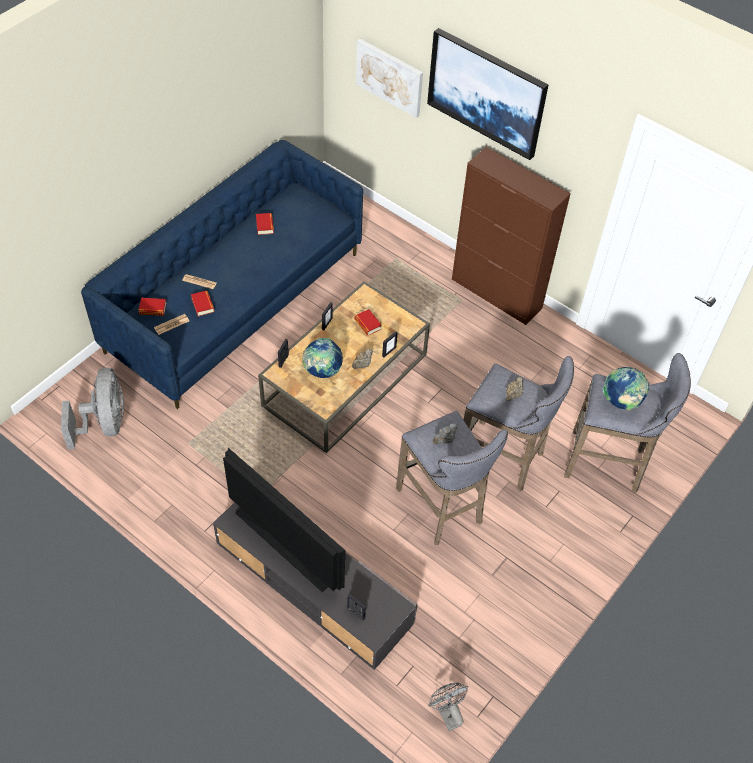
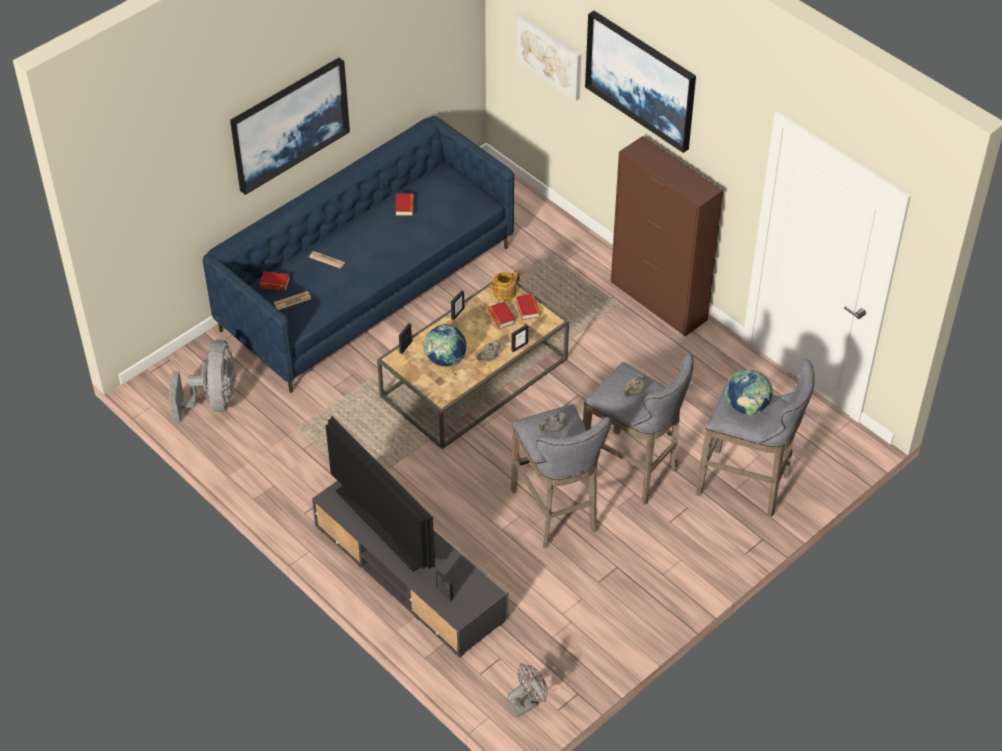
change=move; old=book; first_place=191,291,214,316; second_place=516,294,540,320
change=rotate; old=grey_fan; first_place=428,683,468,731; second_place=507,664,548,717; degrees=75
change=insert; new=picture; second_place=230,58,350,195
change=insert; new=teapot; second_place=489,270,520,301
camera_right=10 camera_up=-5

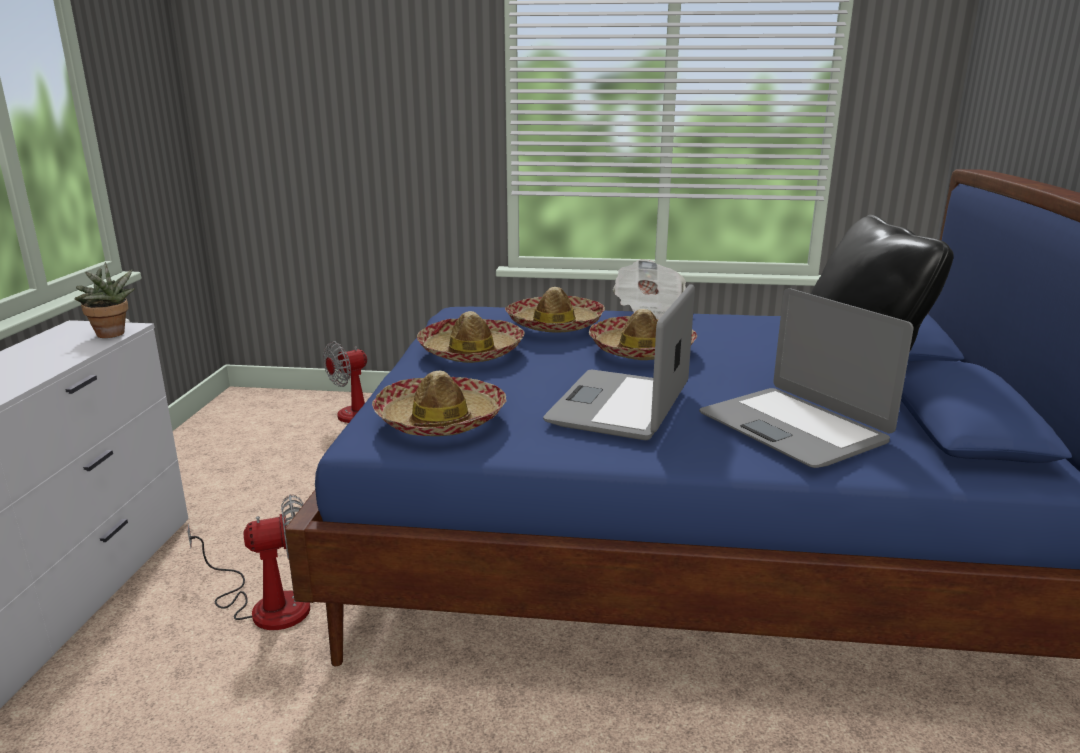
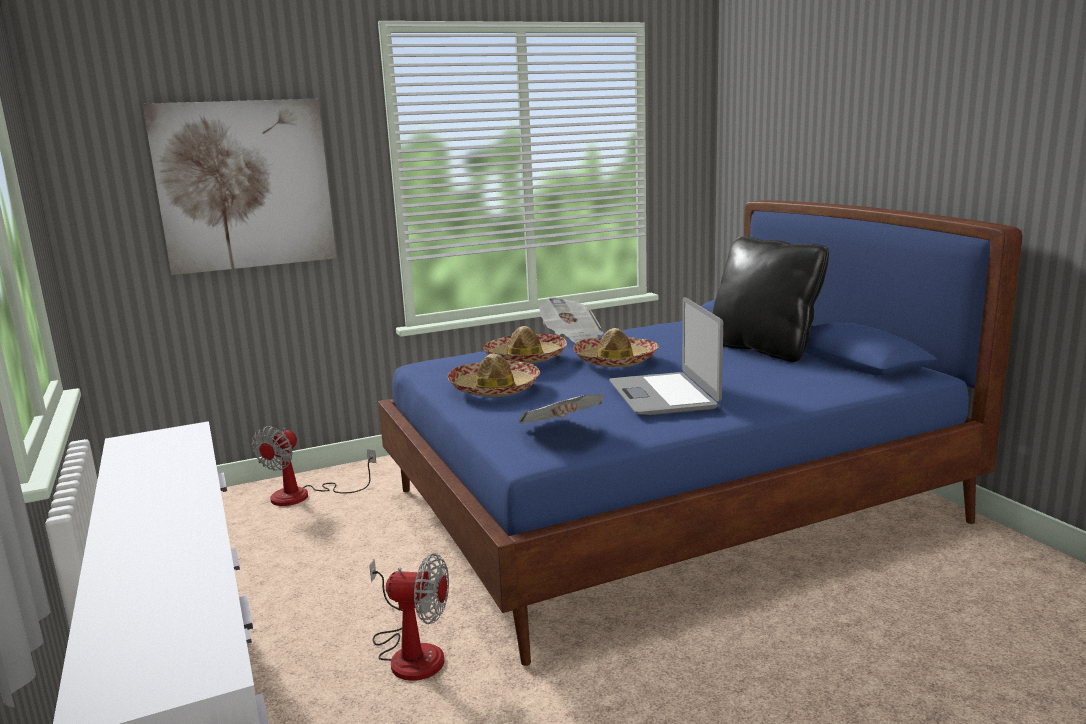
change=delete; old=potted_plant; first_place=74,262,135,338
change=delete; old=laptop; first_place=699,288,914,468
change=replace; old=hat; new=newspaper; first_place=372,371,507,436; second_place=518,394,605,424
change=rotate; old=fan; first_place=187,494,310,630; second_place=369,553,449,681; degrees=60
change=insert; new=picture; second_place=142,99,336,275
camera_right=-30 camera_up=-5

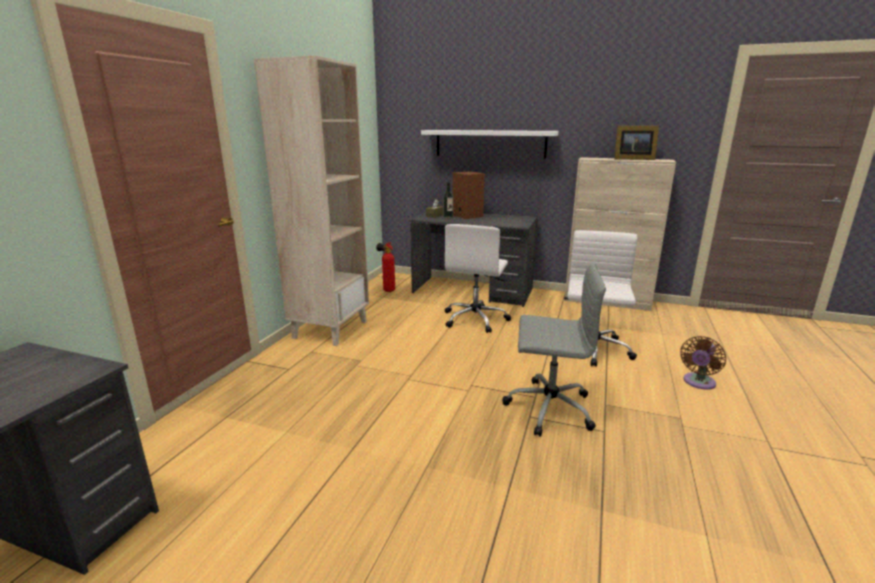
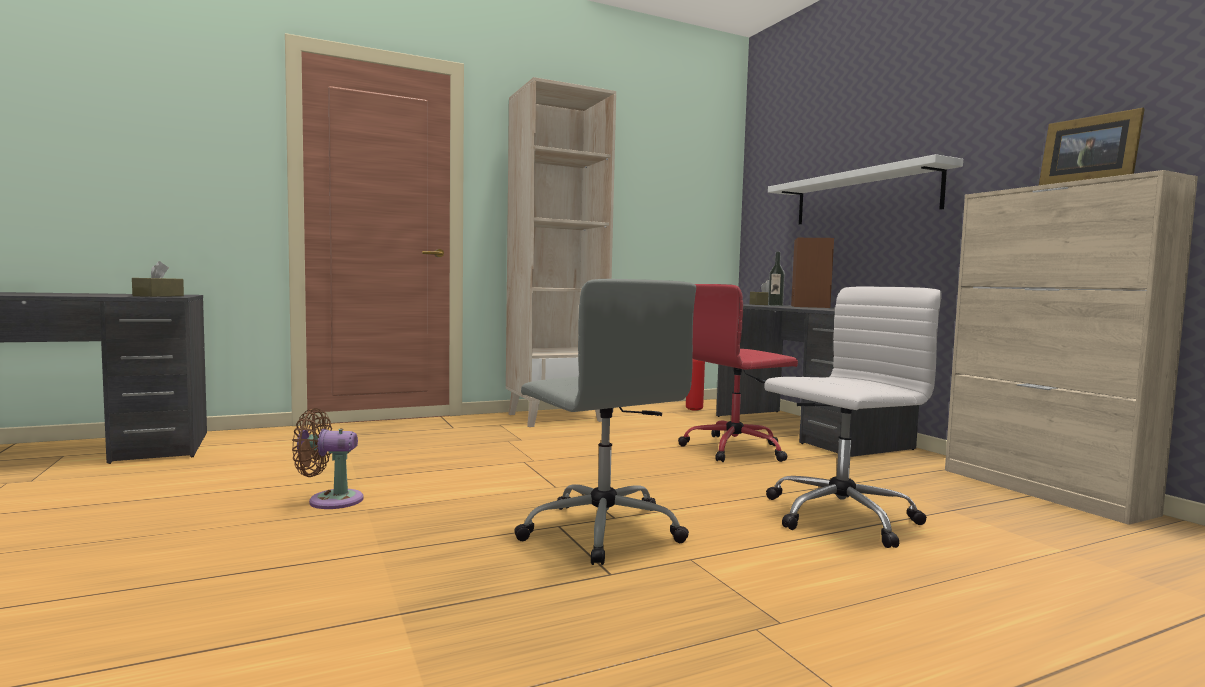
change=recolor; old=white_office_chair; new=red_office_chair; first_place=445,224,511,333; second_place=678,284,798,462
change=move; old=brown_fan; first_place=680,336,726,390; second_place=292,408,363,509
change=insert; new=brown_tissue_box; second_place=132,261,184,297
camera_right=45 camera_up=-15

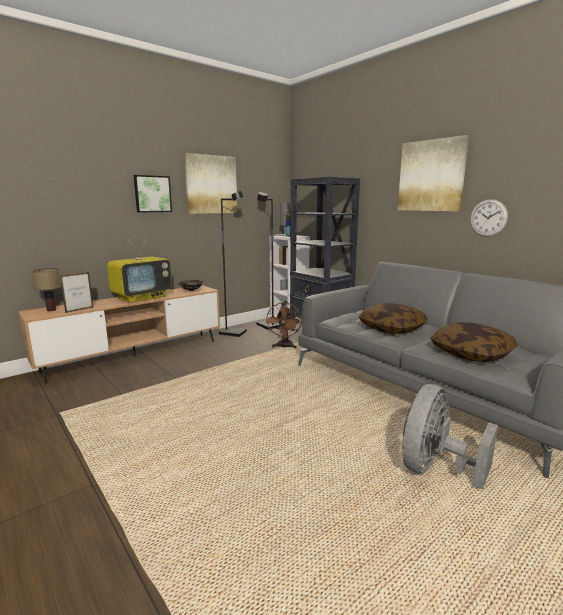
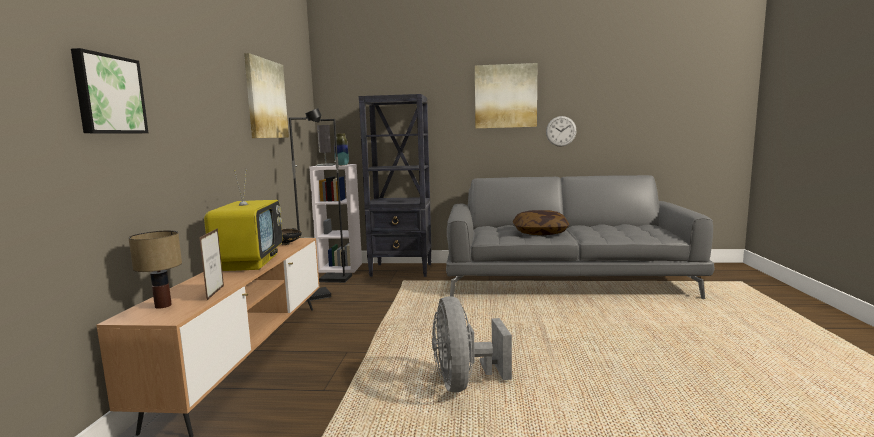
change=move; old=picture; first_place=134,175,172,213; second_place=71,48,148,133
change=delete; old=brown_fan; first_place=265,302,302,348
change=delete; old=pillow; first_place=430,322,518,362
change=move; old=grey_fan; first_place=402,384,498,489; second_place=432,296,512,392
camera_right=-45 camera_up=-5

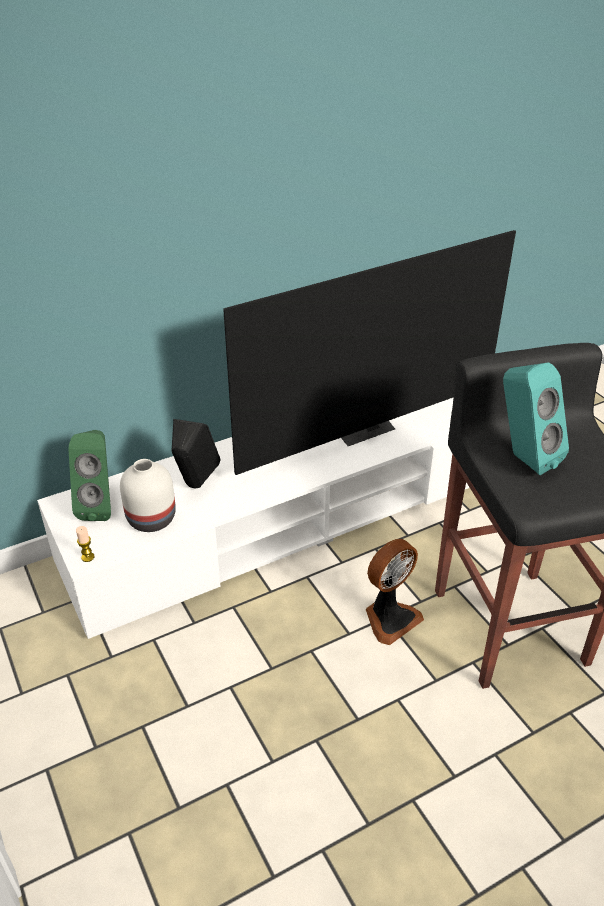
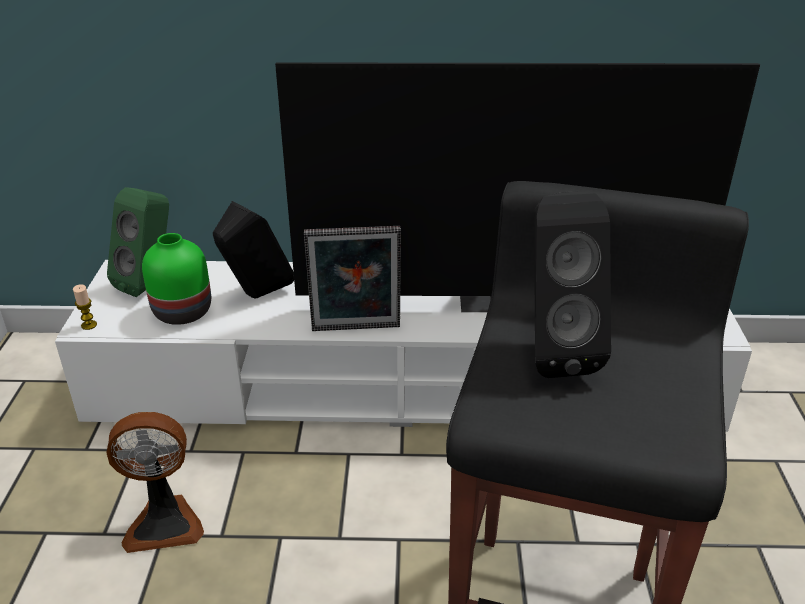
change=recolor; old=turquoise_speaker; new=black_speaker; first_place=503,362,569,475; second_place=534,192,611,378
change=recolor; old=white_vase; new=green_vase; first_place=120,459,176,532; second_place=142,233,211,325
change=move; old=fan; first_place=366,539,424,645; second_place=106,412,204,553
change=insert; new=picture_frame; second_place=304,226,401,331
camera_right=30 camera_up=-5

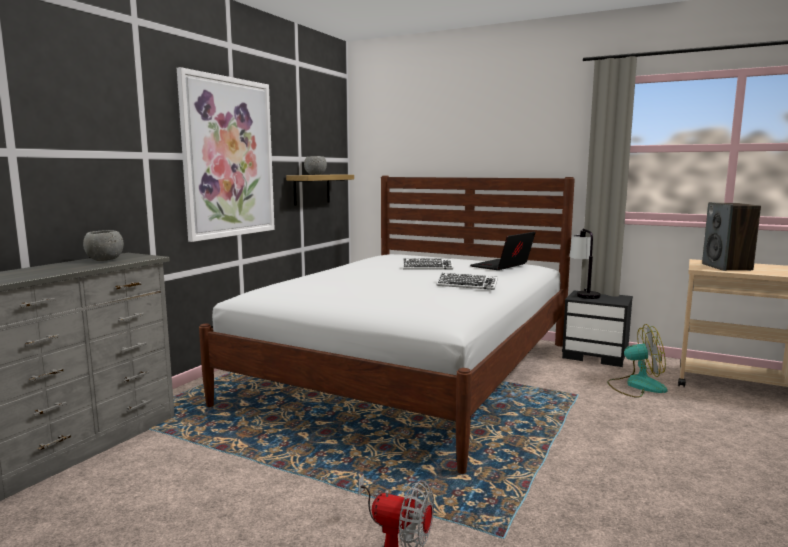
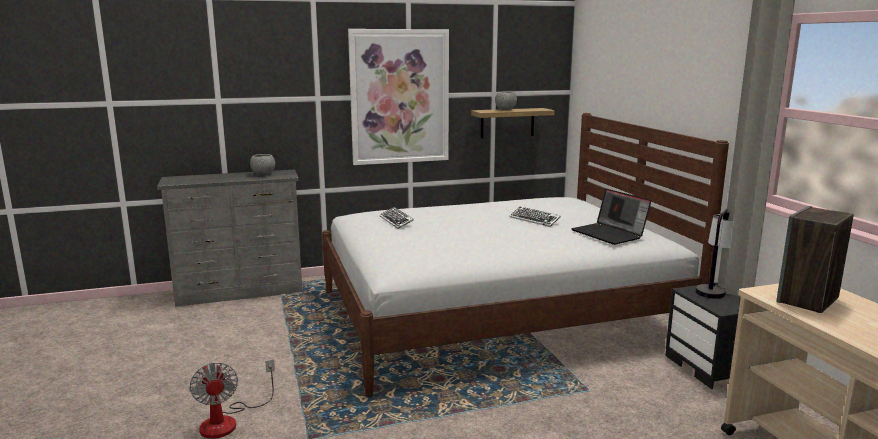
change=rotate; old=laptop; first_place=470,231,536,270; second_place=571,189,651,245; degrees=-120
change=move; old=keyboard; first_place=437,273,498,290; second_place=380,207,414,229
change=delete; old=fan; first_place=607,324,668,398
camera_right=45 camera_up=5

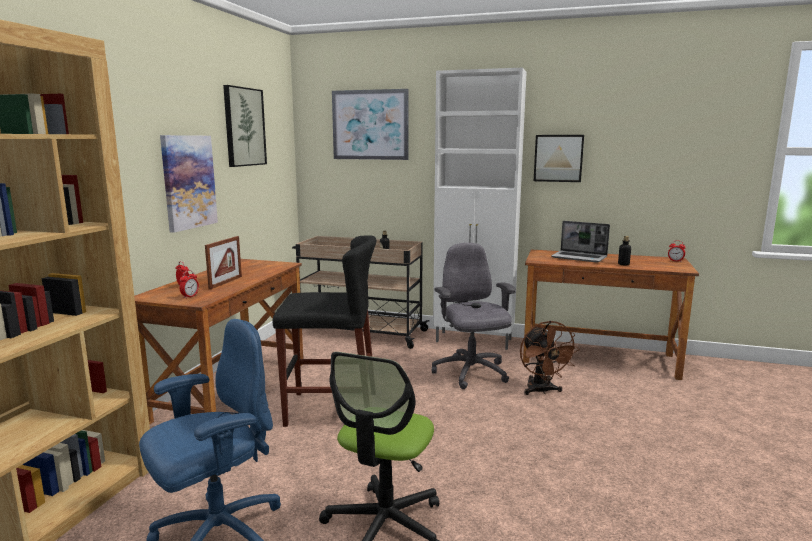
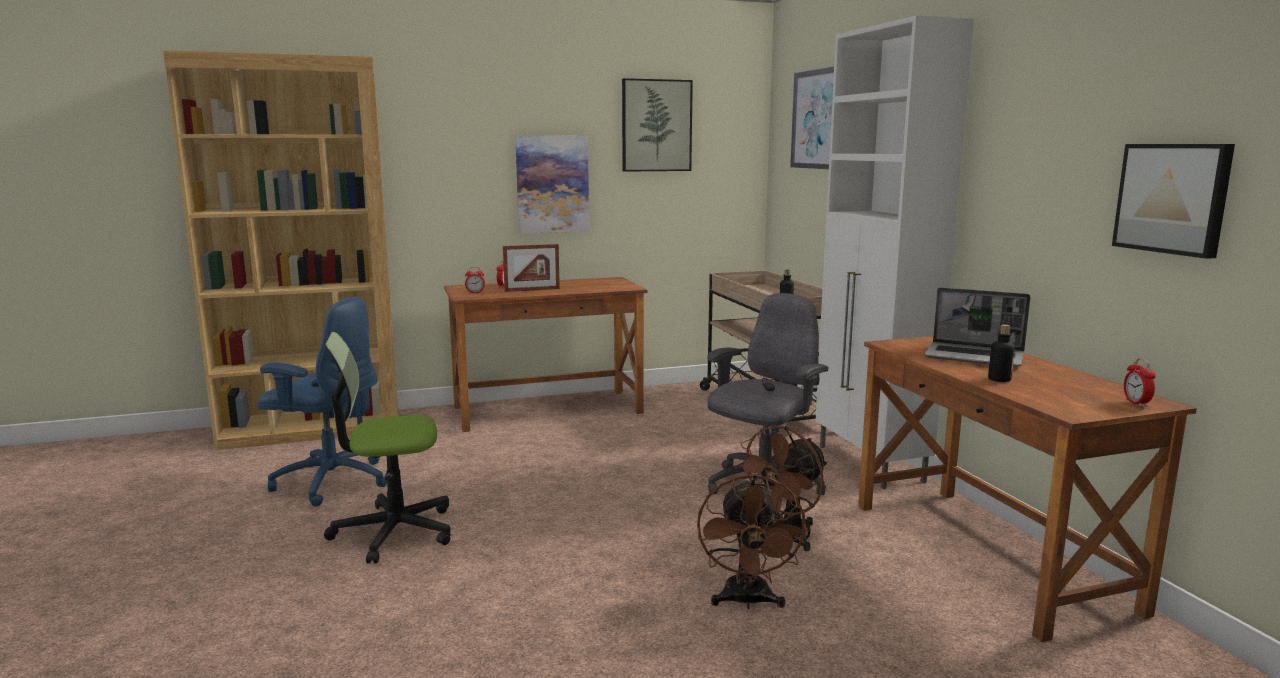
change=move; old=picture; first_place=534,135,584,182; second_place=1112,144,1235,259
change=rotate; old=laptop; first_place=551,221,610,263; second_place=925,287,1031,367; degrees=-60
change=delete; old=black_stool; first_place=273,235,376,427
change=insert; new=brown_fan; second_place=697,474,808,609
camera_right=55 camera_up=0

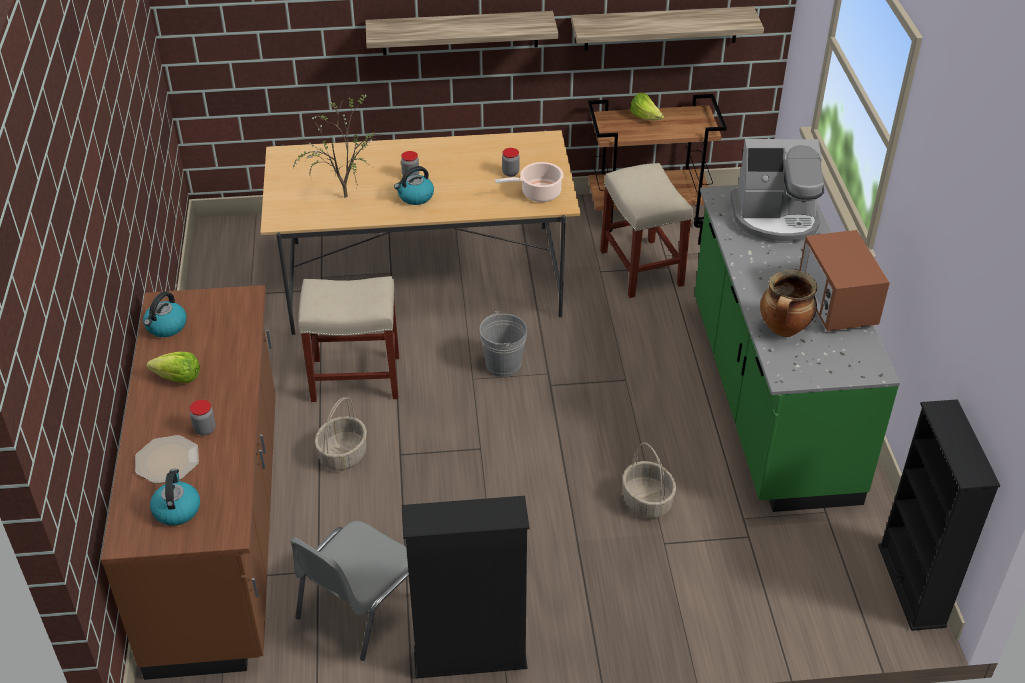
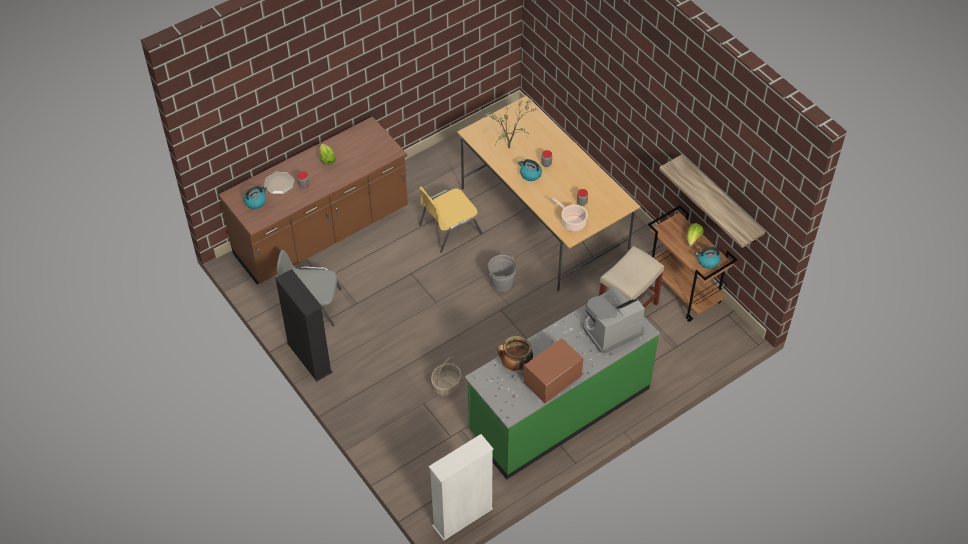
change=delete; old=shelf; first_place=365,11,558,55
change=rotate; old=coffee_machine; first_place=730,139,824,243; second_place=583,296,645,353; degrees=90
change=replace; old=beige_stool; new=yellow_chair; first_place=298,276,399,402; second_place=419,187,482,253
change=move; old=kettle; first_place=143,291,187,337; second_place=695,247,721,269
change=delete; old=basket; first_place=315,397,367,471
change=recolor; old=black_bookcase; new=white_bookcase; first_place=878,399,1000,631; second_place=429,434,493,541
camera_right=60 camera_up=10

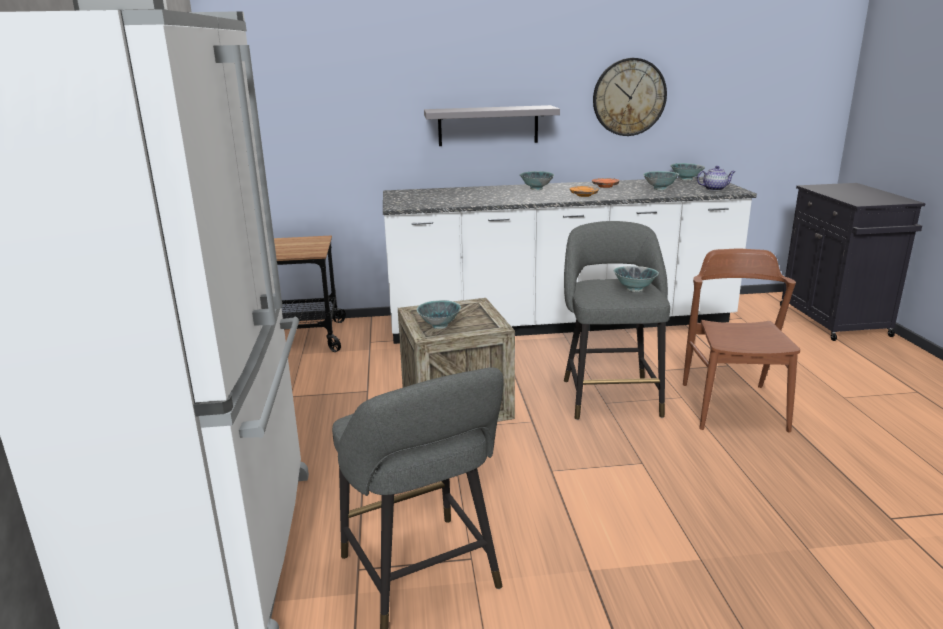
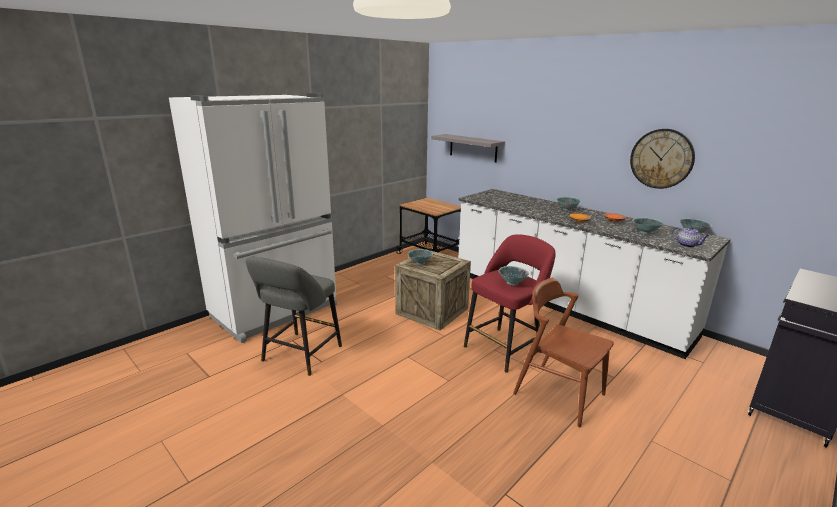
change=move; old=grey_shelf; first_place=424,105,560,146; second_place=431,134,505,163
change=recolor; old=grey_stool; new=red_stool; first_place=564,221,670,420; second_place=464,234,556,373
change=rotate; old=brown_chair; first_place=683,249,800,433; second_place=513,278,614,427; degrees=-105
camera_right=50 camera_up=0

